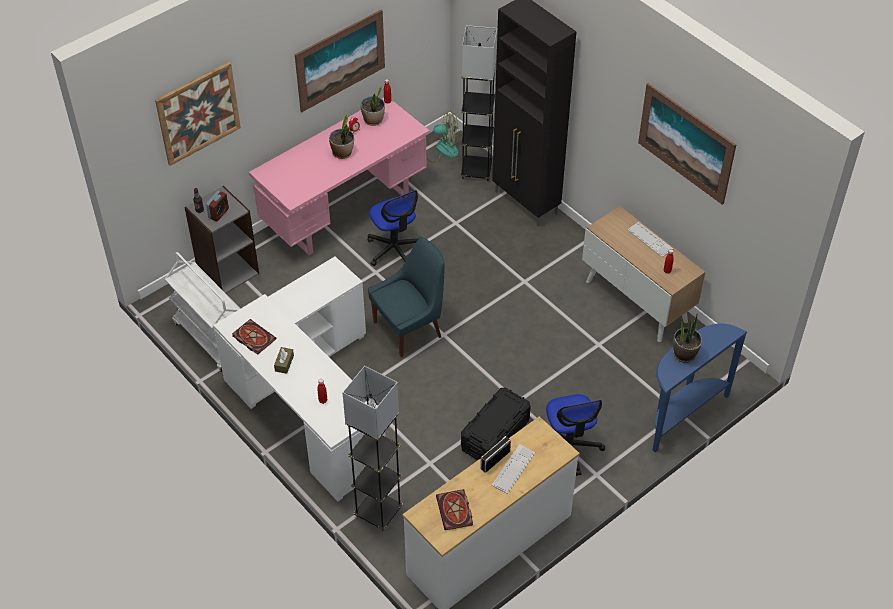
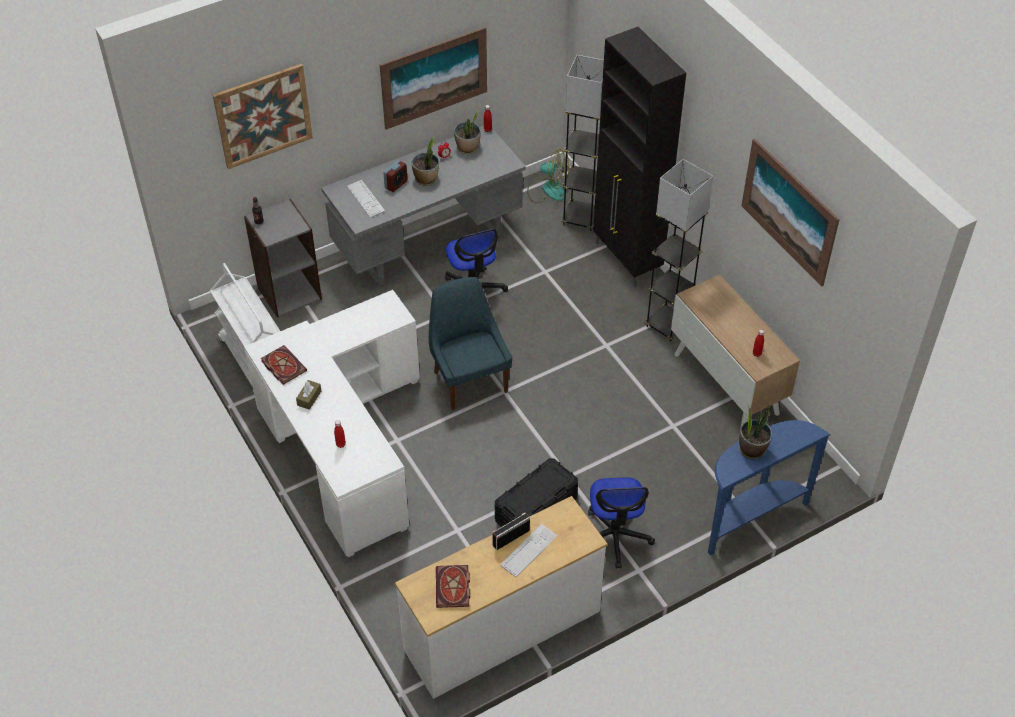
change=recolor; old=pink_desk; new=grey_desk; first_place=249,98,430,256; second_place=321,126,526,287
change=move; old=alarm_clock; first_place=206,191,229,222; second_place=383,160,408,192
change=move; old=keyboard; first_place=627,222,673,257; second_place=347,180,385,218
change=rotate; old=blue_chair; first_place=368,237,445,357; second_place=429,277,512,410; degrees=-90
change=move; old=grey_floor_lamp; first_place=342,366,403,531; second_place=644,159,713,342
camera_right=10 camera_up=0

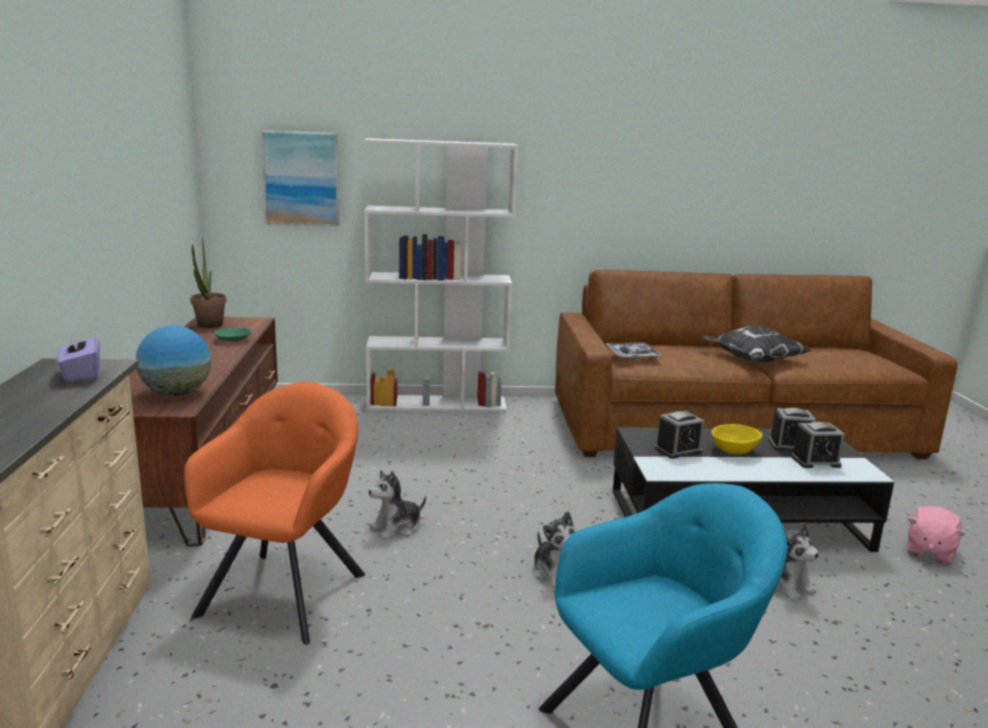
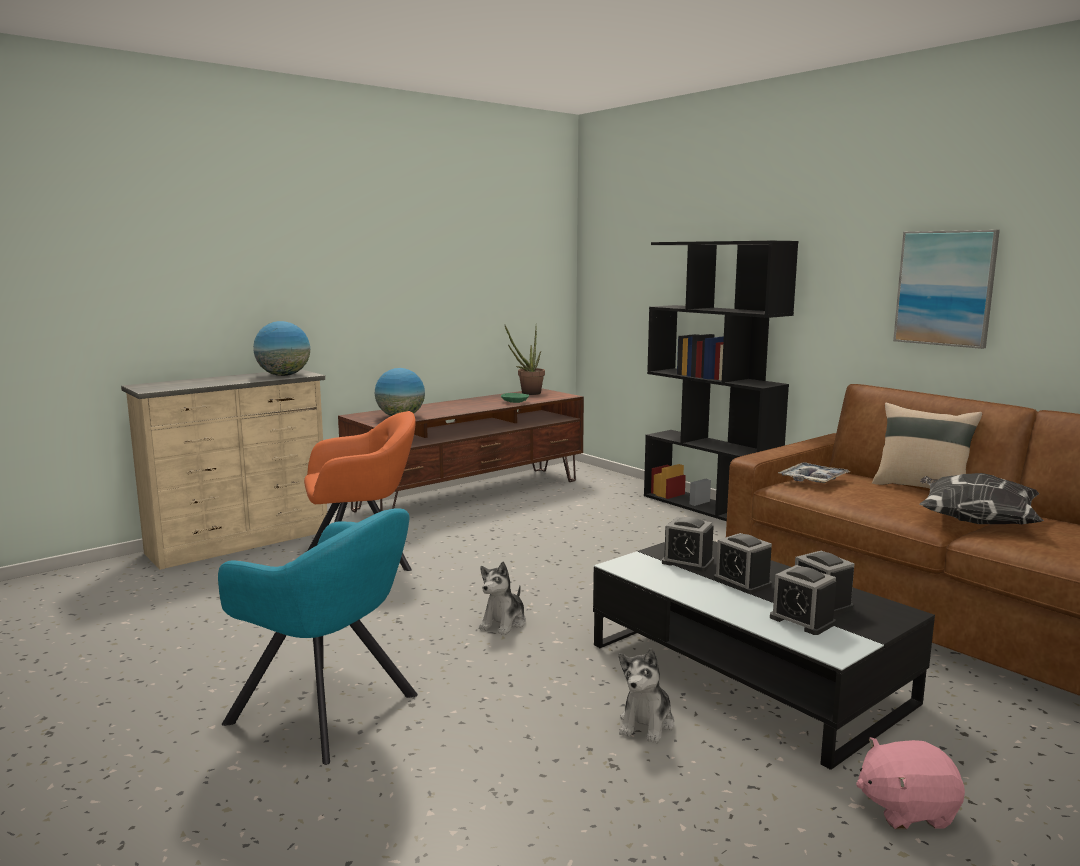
change=move; old=picture; first_place=261,130,339,226; second_place=893,230,1000,349
change=recolor; old=white_bookcase; new=black_bookcase; first_place=363,138,519,412; second_place=644,241,798,521
change=replace; old=purple_tissue_box; new=globe; first_place=57,330,100,382; second_place=253,321,310,376
change=replace; old=yellow_bowl; new=alarm_clock; first_place=711,424,763,454; second_place=714,533,772,594
change=delete; old=plush_toy; first_place=369,470,426,540
change=insert; new=beige_pillow; second_place=872,403,982,488
camera_right=55 camera_up=-5

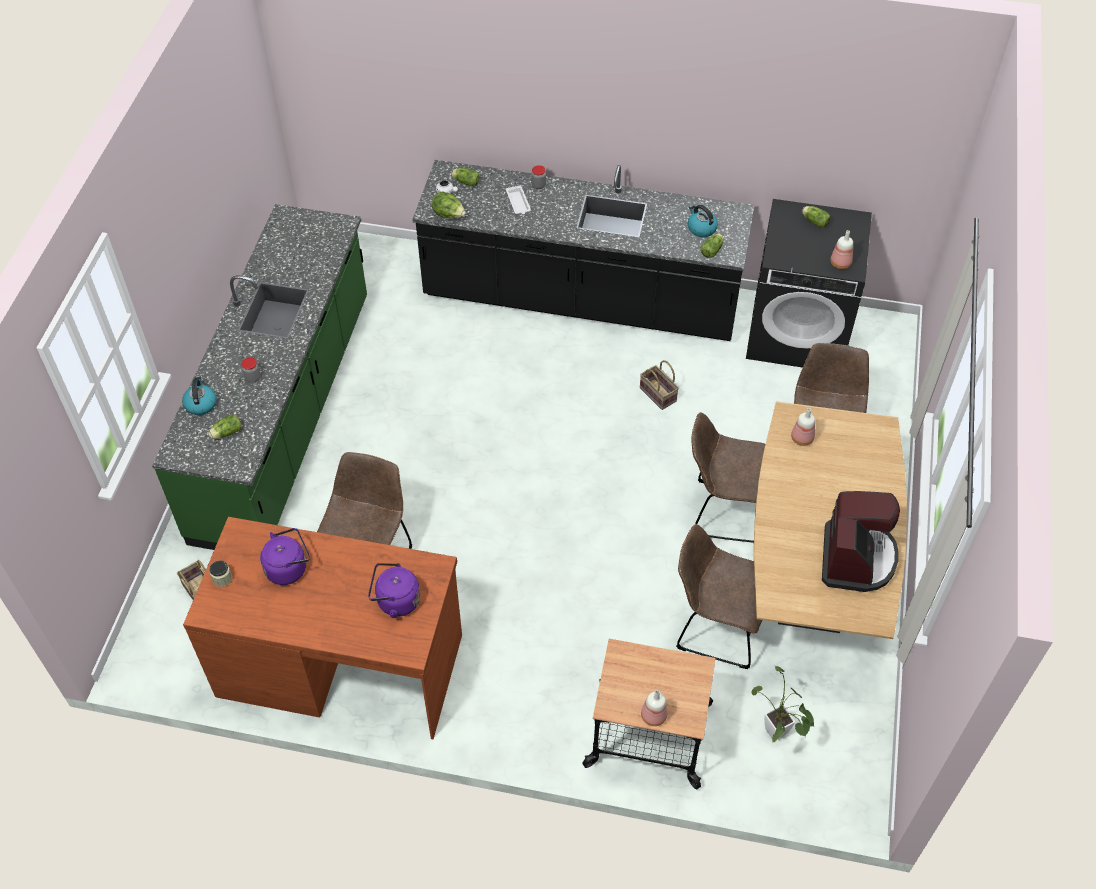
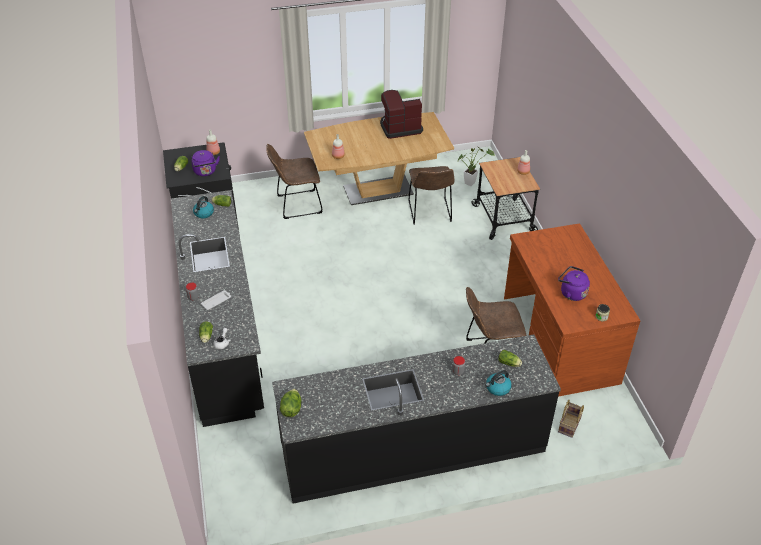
change=move; old=lettuce; first_place=432,191,466,219; second_place=280,389,302,417
change=recolor; old=green_counter; new=black_counter; first_place=152,204,367,550; second_place=272,334,561,504
change=delete; old=basket; first_place=640,360,679,410
change=delete; old=brown_chair; first_place=691,412,765,544
change=move; old=purple_kettle; first_place=368,563,420,618; second_place=191,150,220,176
camera_right=-115 camera_up=-10

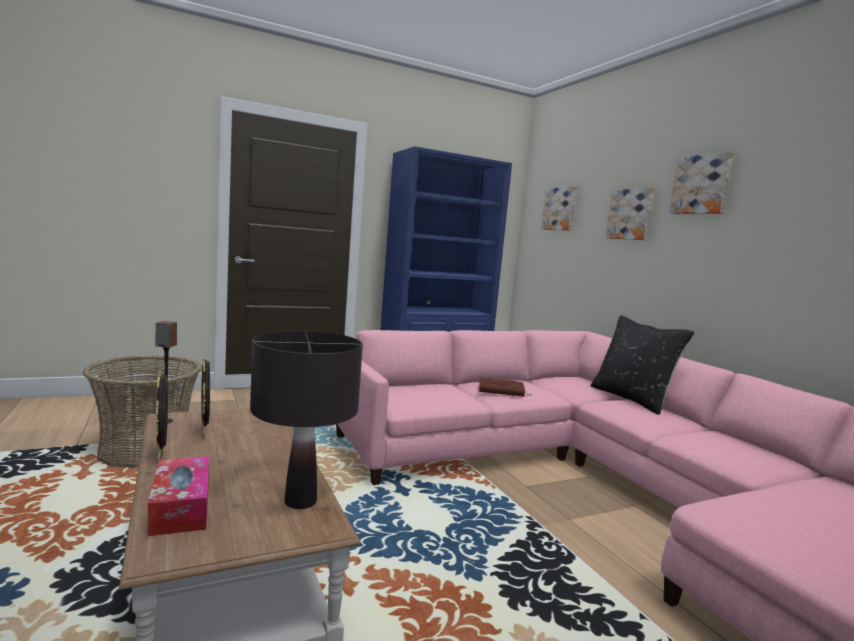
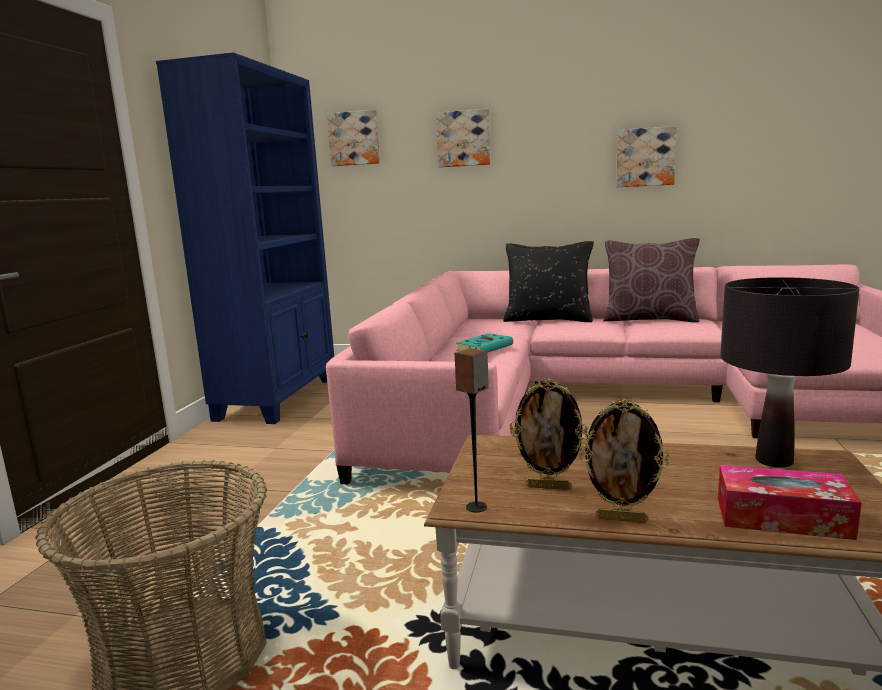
change=move; old=picture; first_place=669,151,734,214; second_place=616,126,677,187
change=recolor; old=brown_book; new=turquoise_book; first_place=478,378,532,397; second_place=456,333,513,352
change=insert; new=brown_pillow; second_place=603,238,700,322
camera_right=-50 camera_up=5

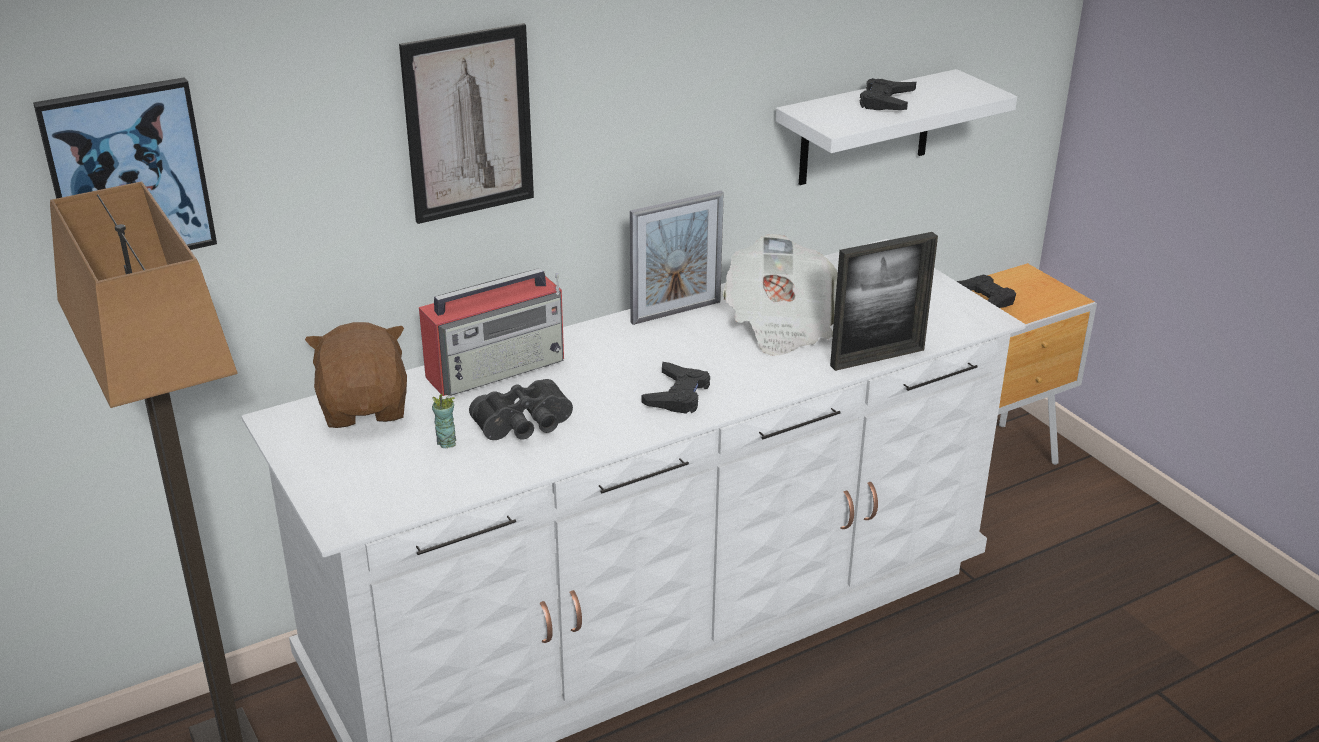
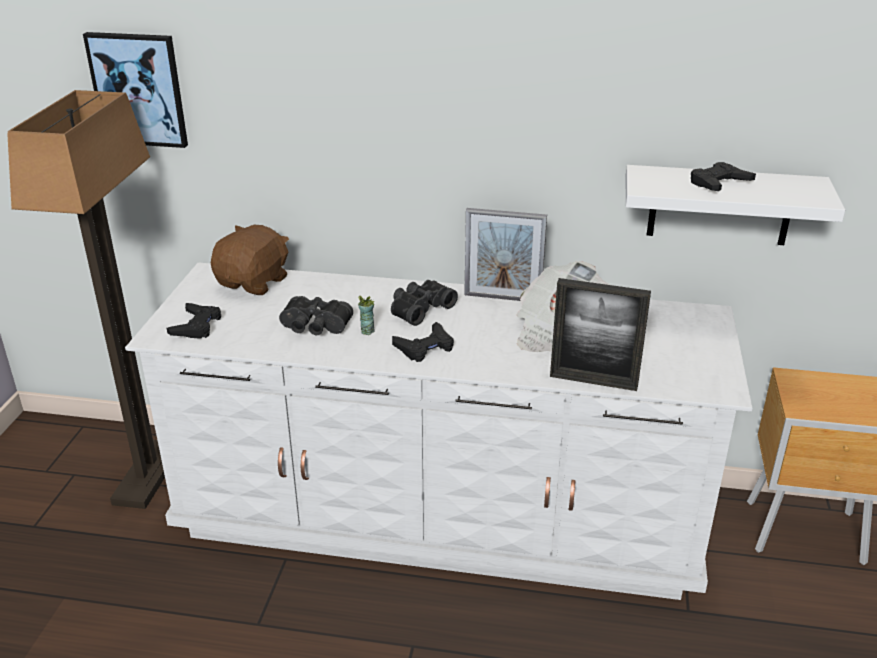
change=delete; old=picture; first_place=399,23,534,224
change=delete; old=radio; first_place=419,268,564,396
change=move; old=black_game_controller; first_place=956,274,1016,308; second_place=167,303,221,339
change=move; old=cup; first_place=432,394,456,448; second_place=358,296,375,335
change=insert; new=black_binoculars; second_place=391,280,458,326
camera_right=40 camera_up=0

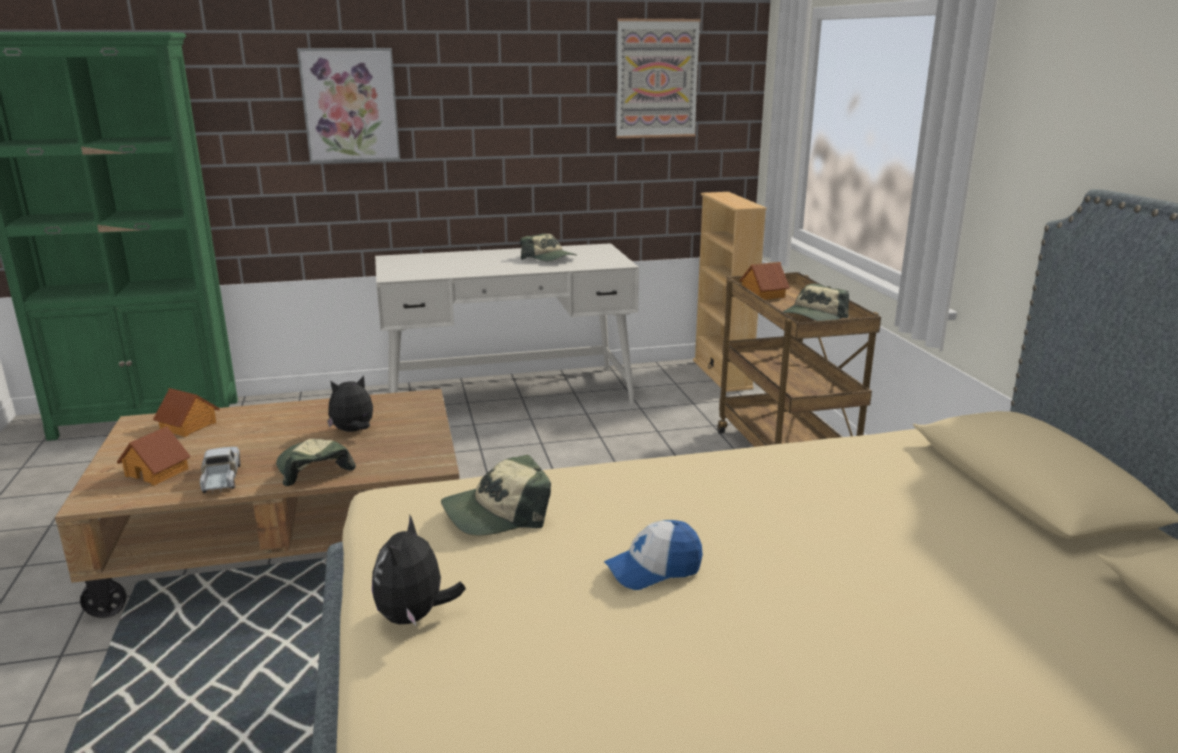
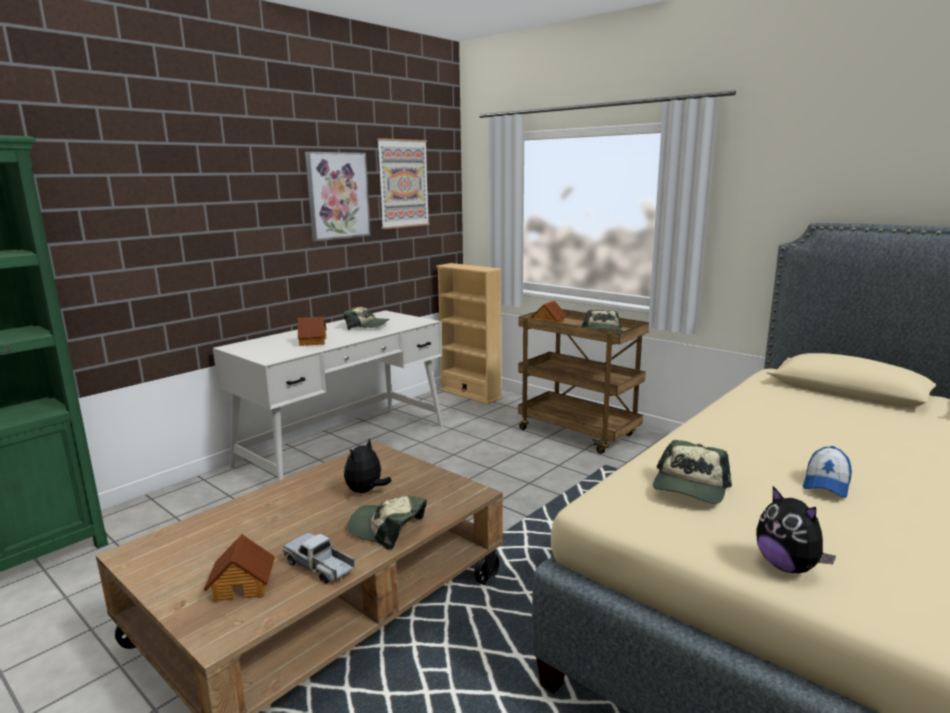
change=move; old=picture; first_place=297,48,400,163; second_place=305,152,371,241
change=move; old=toy_house; first_place=153,388,220,437; second_place=298,317,327,346
camera_right=-35 camera_up=-5

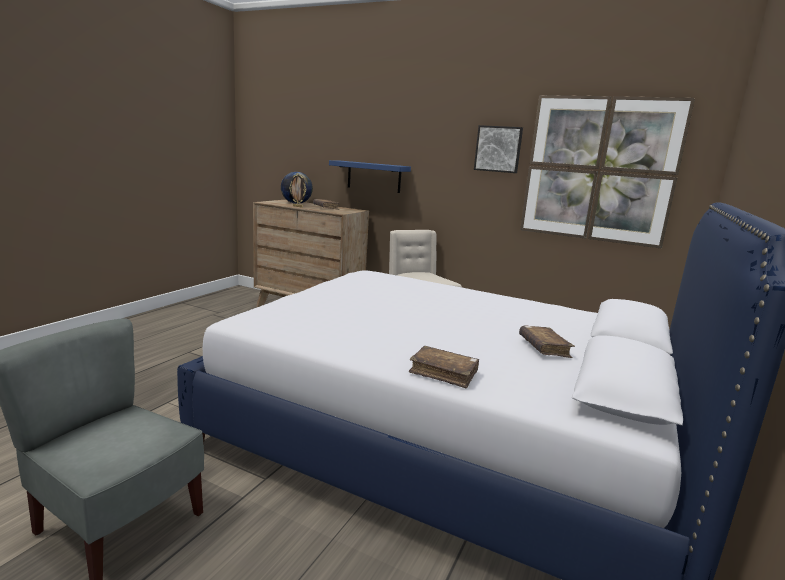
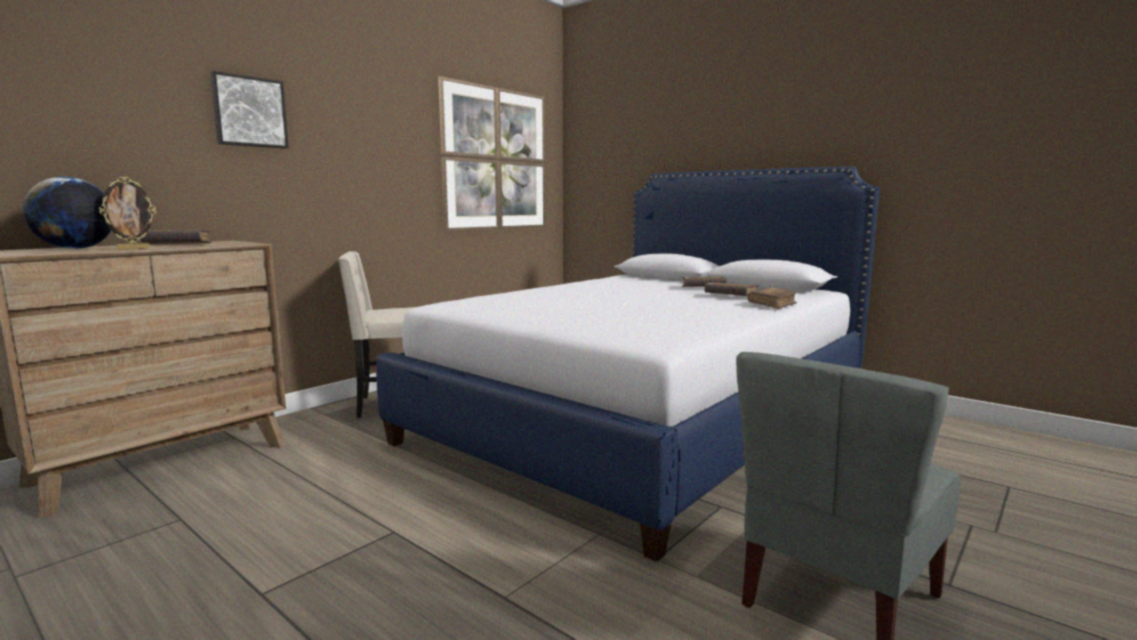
change=move; old=picture; first_place=474,125,523,173; second_place=210,71,289,149
change=delete; old=blue_shelf; first_place=329,160,411,193
change=insert; new=brown_book; second_place=704,282,759,296
camera_right=-75 camera_up=-5

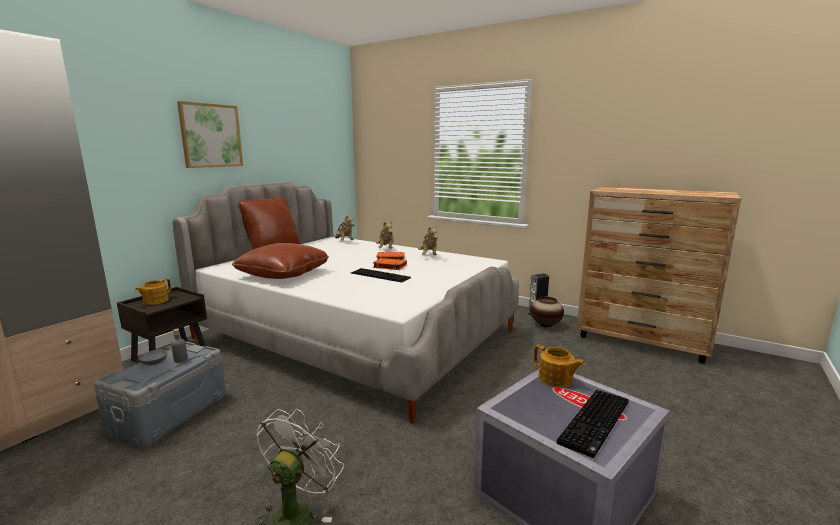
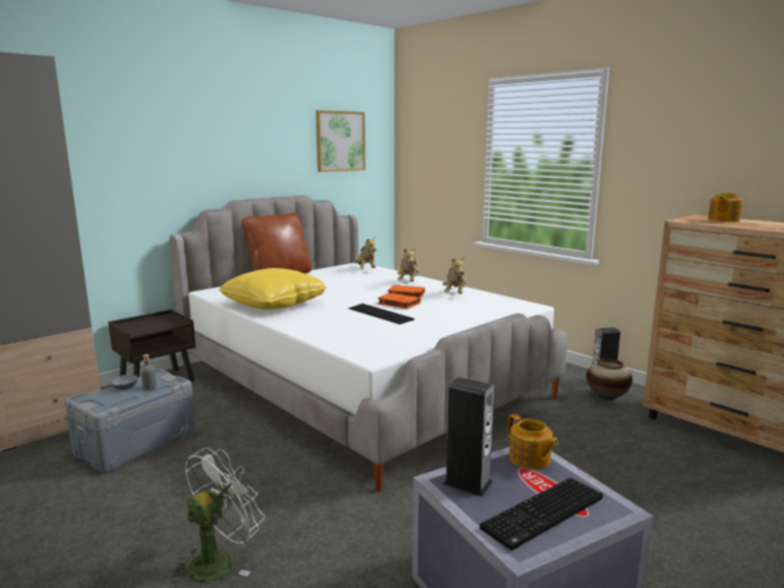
change=move; old=picture; first_place=177,101,243,168; second_place=316,110,365,172
change=recolor; old=brown_pillow; new=yellow_pillow; first_place=232,243,329,279; second_place=219,268,327,310
change=move; old=teapot; first_place=135,278,171,305; second_place=708,193,743,222
change=insert; new=speaker; second_place=443,377,494,497
camera_right=15 camera_up=0

